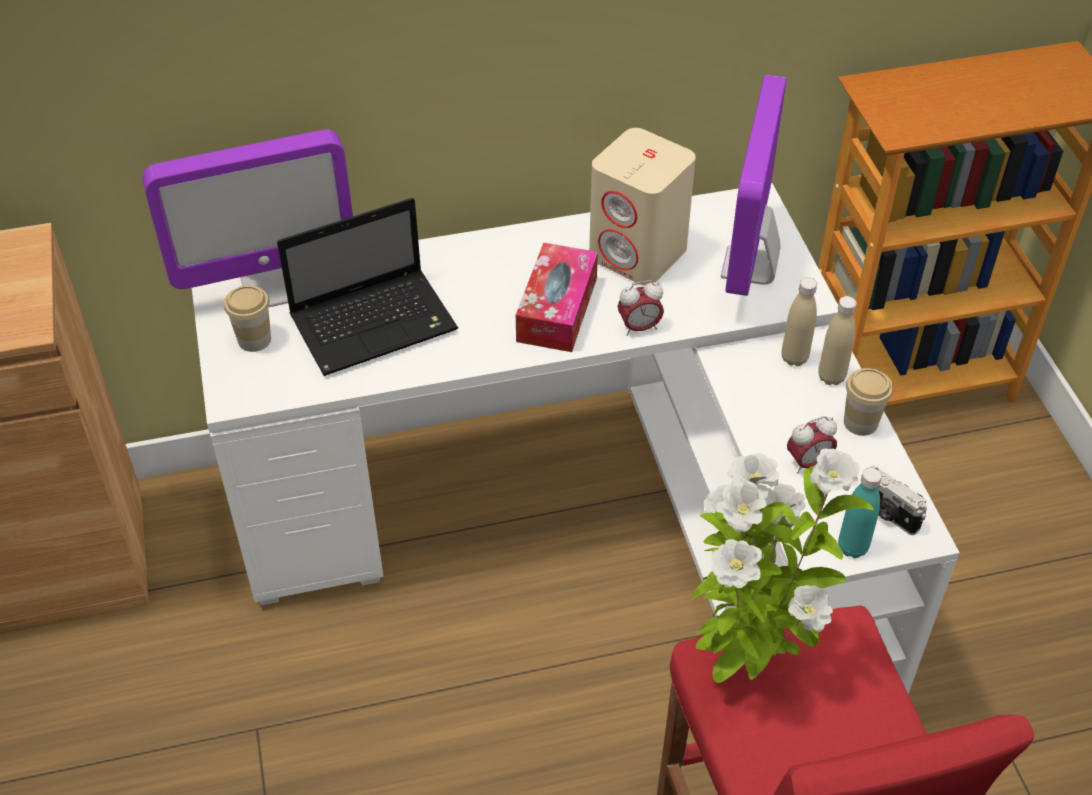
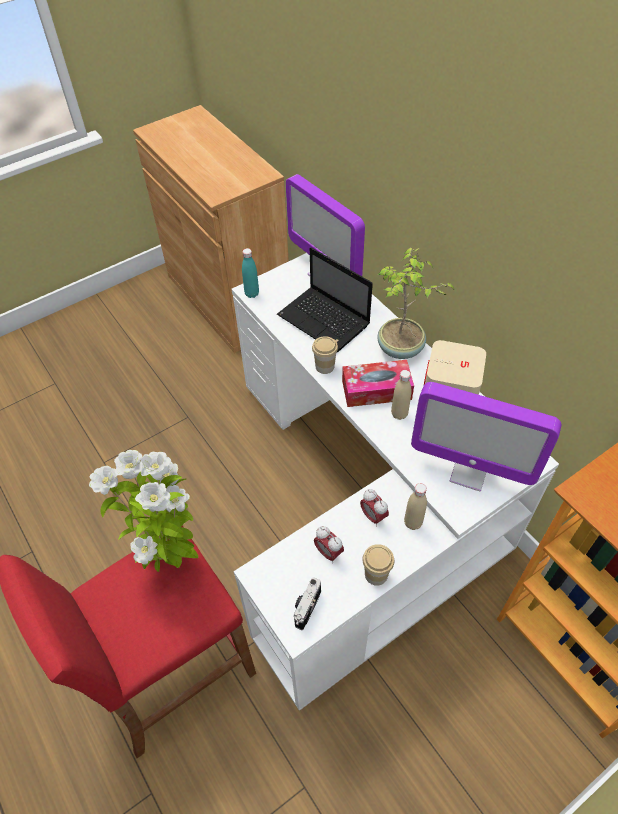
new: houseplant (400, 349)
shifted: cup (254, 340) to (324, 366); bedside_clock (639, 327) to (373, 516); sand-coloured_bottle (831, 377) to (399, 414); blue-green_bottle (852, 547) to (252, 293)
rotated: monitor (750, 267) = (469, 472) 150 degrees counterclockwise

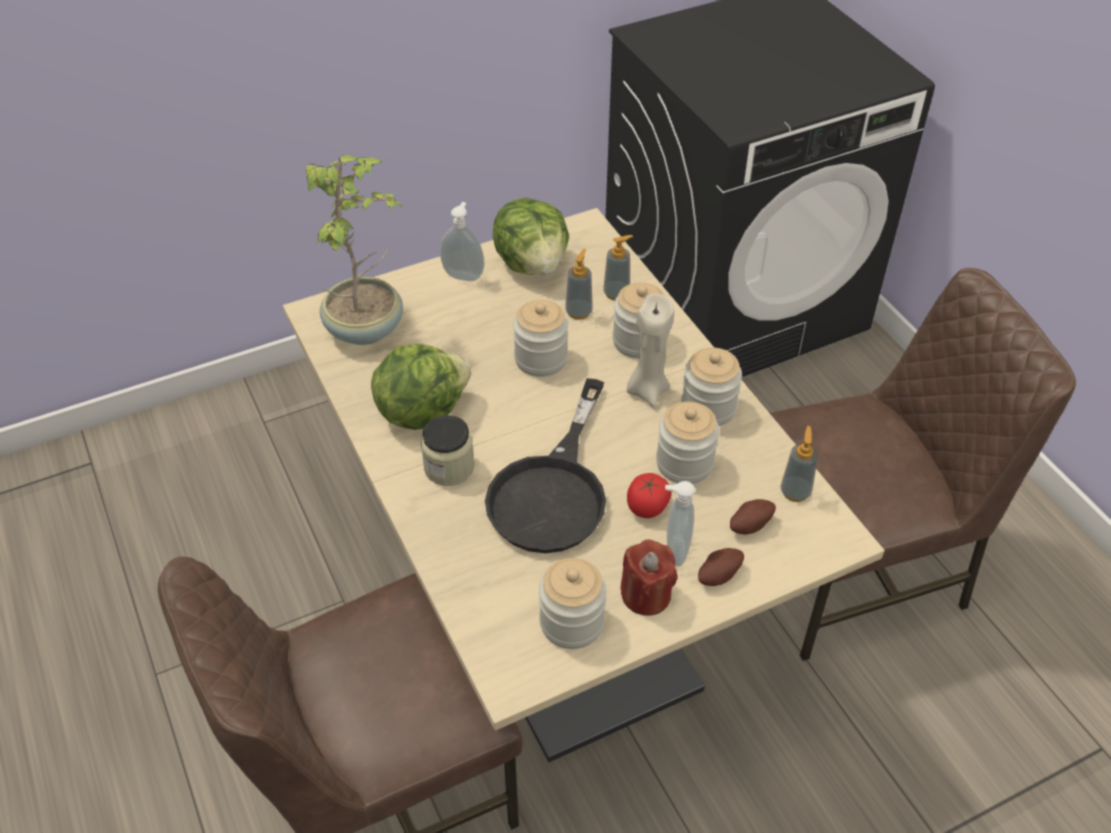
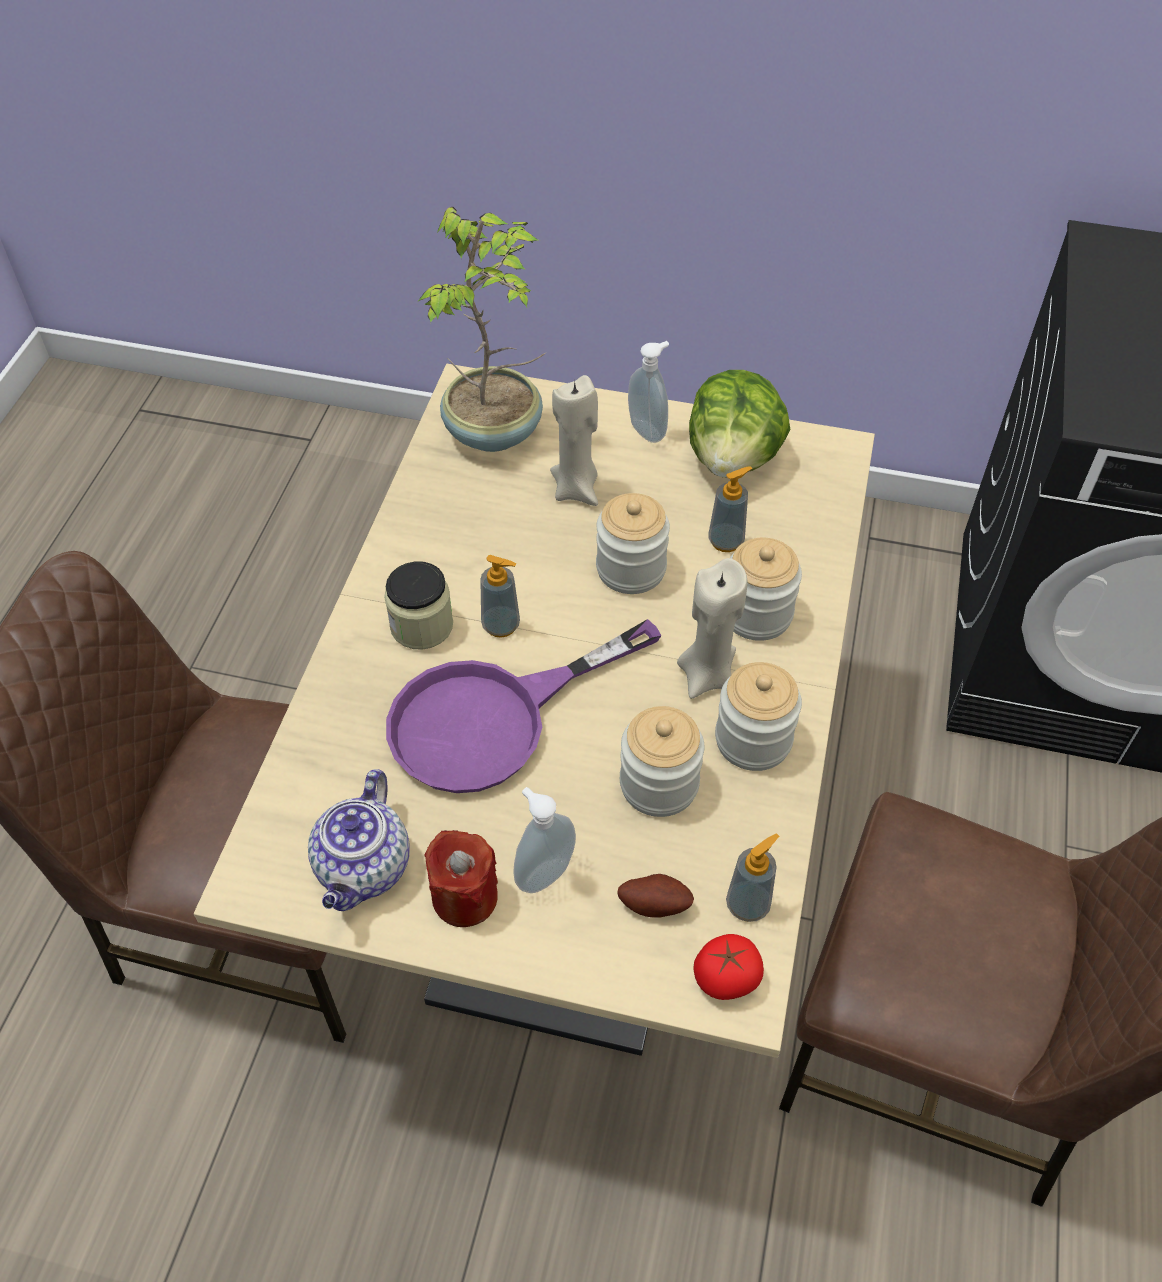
gone: head_of_lettuce (421, 410); spud (718, 575)
new: sand-coloured_wax_light (576, 489)
shifted: soap_bottle (616, 293) to (501, 625); tomato (647, 507) to (726, 979)
swapped: jar (572, 622) to tea_pot (364, 869)
repainted: blackish_pan (553, 490) to purple-coloured_pan (493, 719)

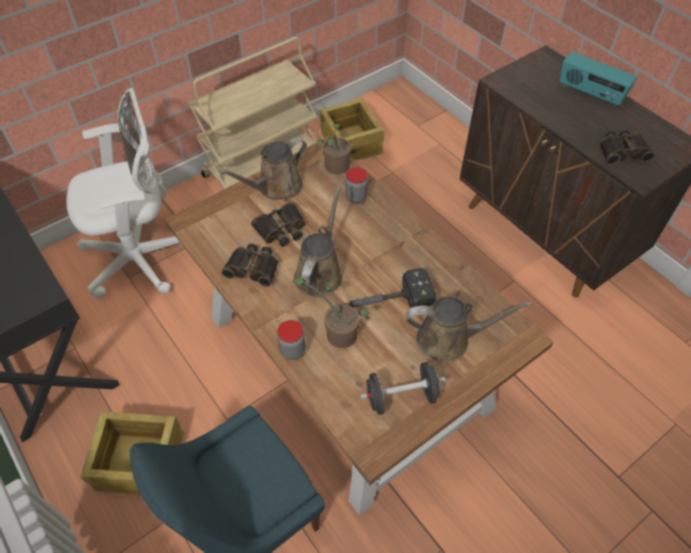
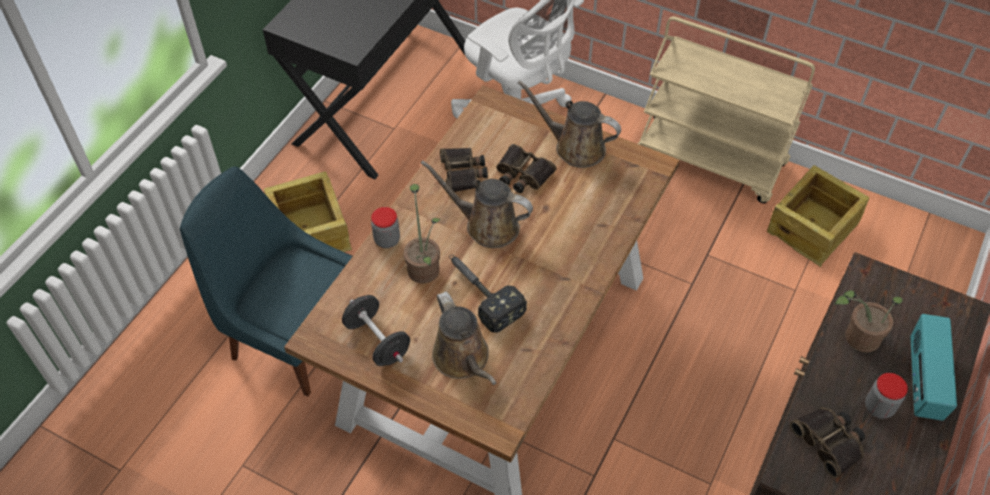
shifted: houseplant (335, 168) to (857, 337); jar (356, 197) to (879, 407)
rotated: brown-coloured_sprinkling_can (320, 272) = (487, 225) 150 degrees counterclockwise

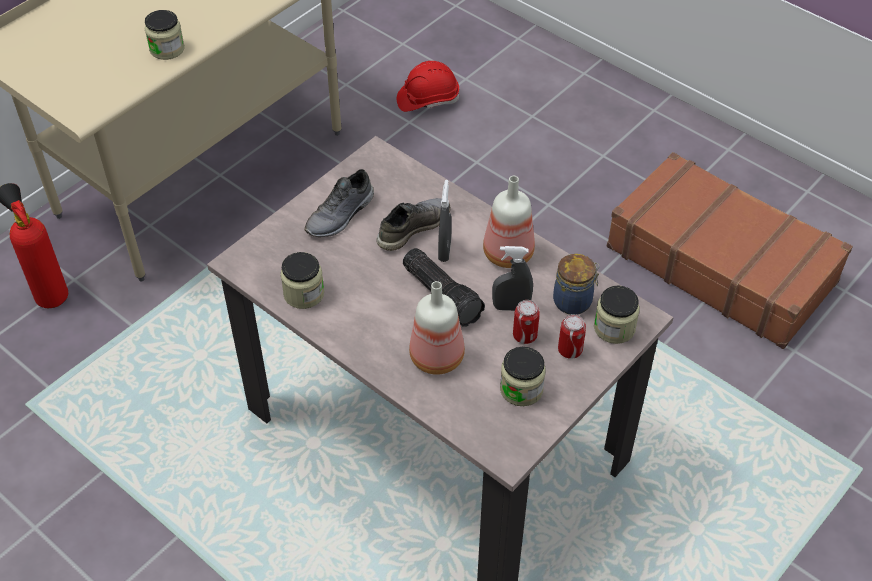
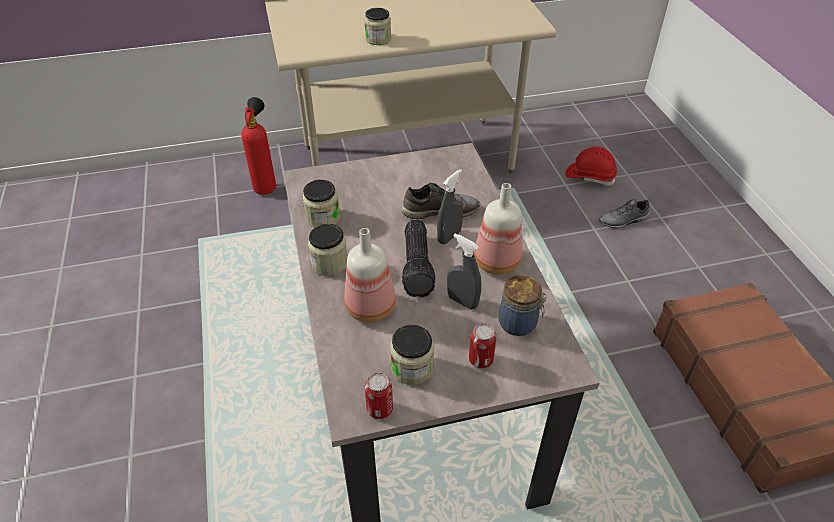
shifted: greyish_low_shoe (341, 215) to (623, 221); sealed_can (525, 335) to (379, 409); jar (614, 328) to (329, 263)

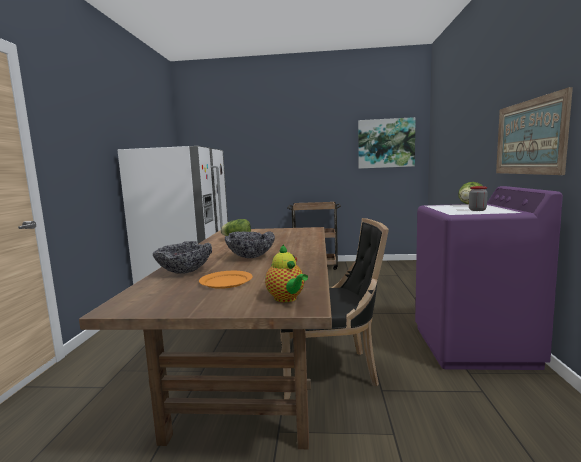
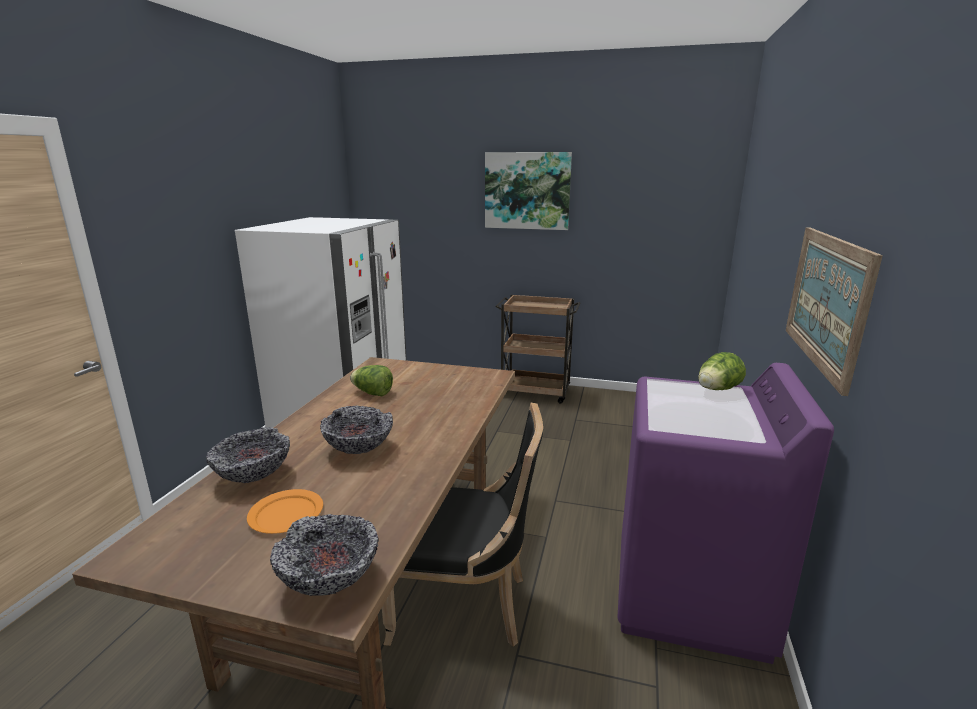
gone: jar (477, 210)
shifted: wall_picture (386, 143) to (527, 191)
swapped: tea_pot (287, 299) to serving_bowl (329, 579)

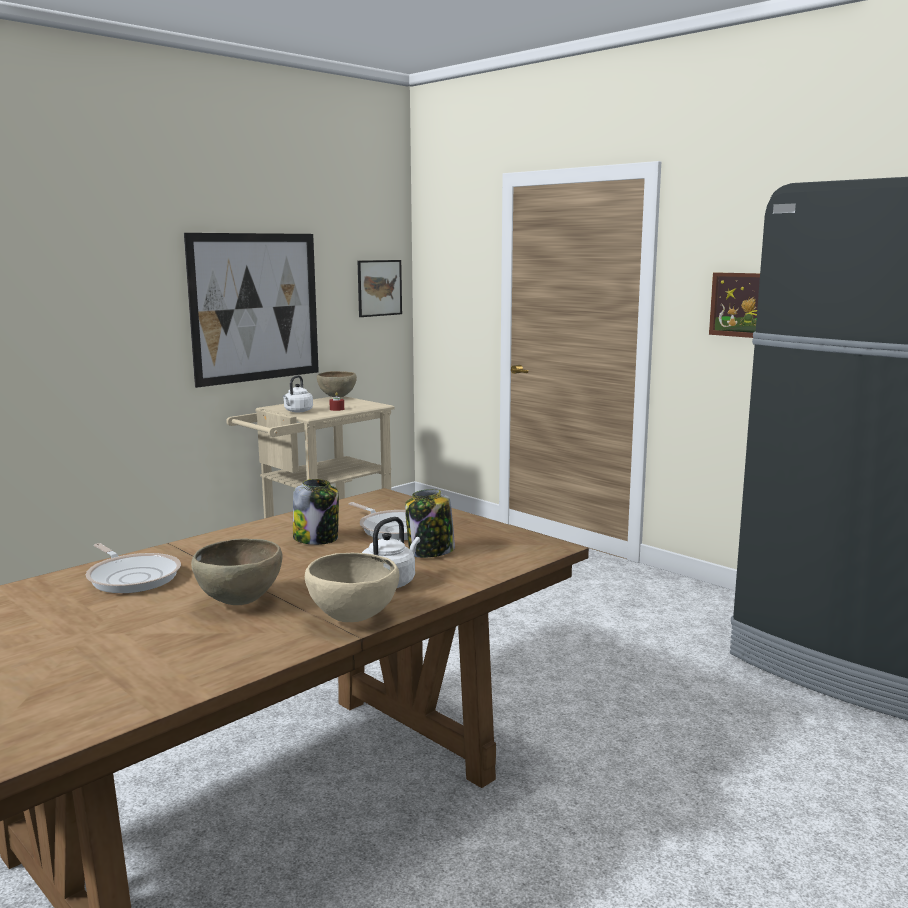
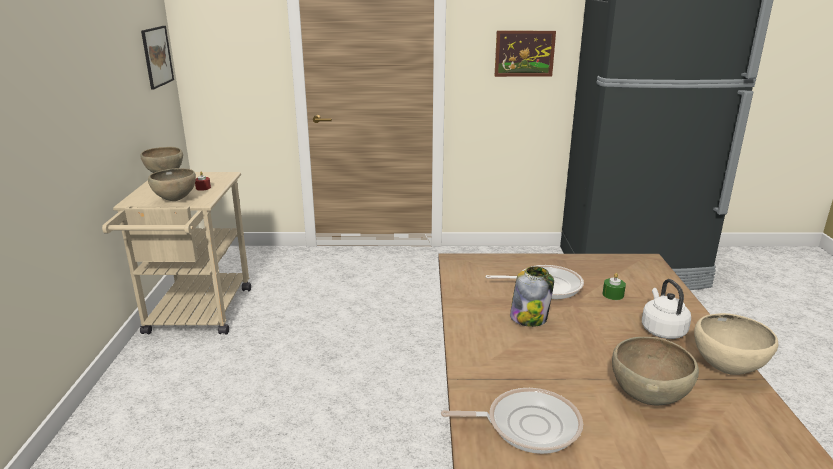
gone: wall_picture (255, 307)
swapped: white-coloured_tea_kettle (297, 411) to brown-coloured_serving_bowl (176, 200); jar (430, 552) to green-coloured_wax_light (613, 295)

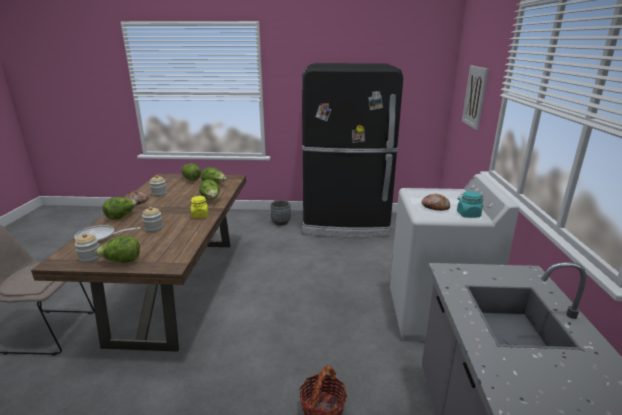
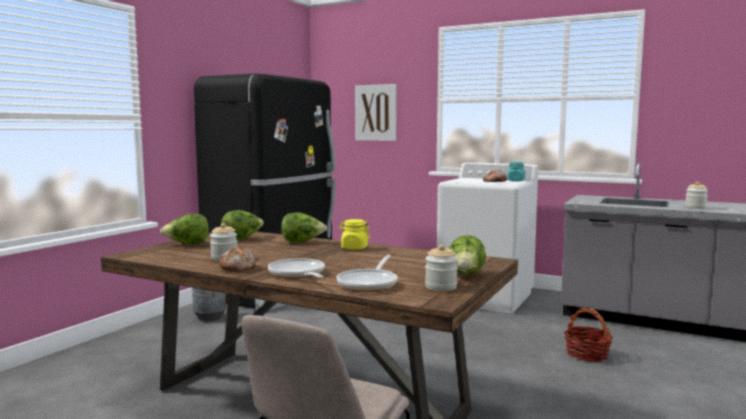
shifted: jar (154, 228) to (695, 207)
swapped: head_of_lettuce (121, 217) to pan (298, 274)

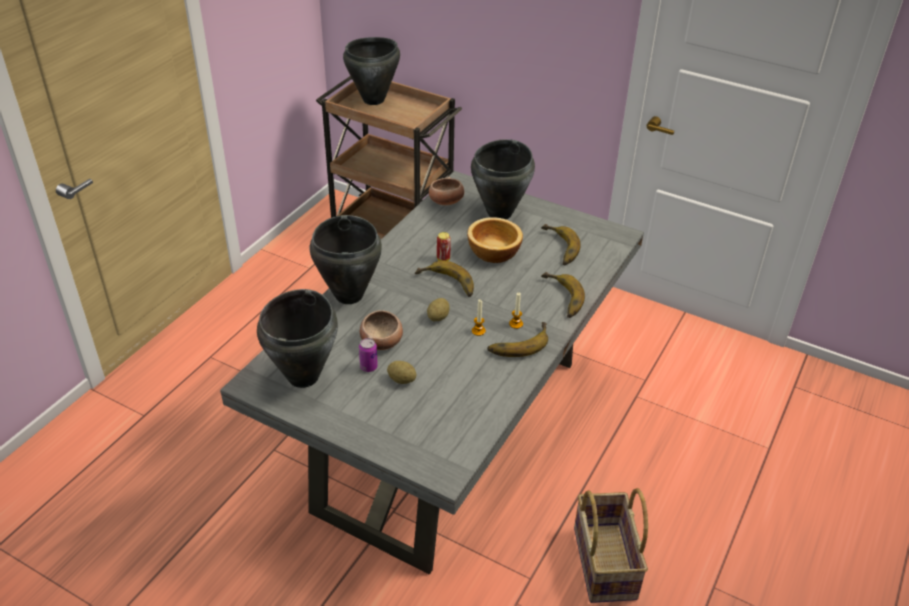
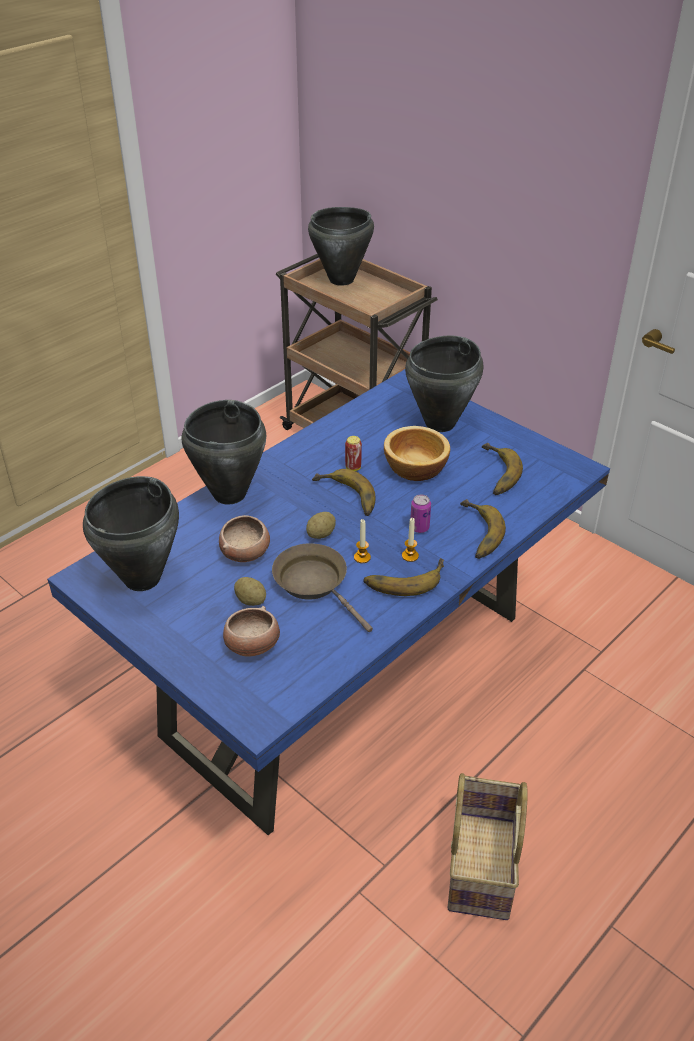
new: brown-coloured_pan (315, 584)
shifted: sealed_can (368, 367) to (419, 528); serving_bowl (446, 202) to (252, 646)
repainted: greyish_dinner_table (451, 432) to blue_dinner_table (347, 673)

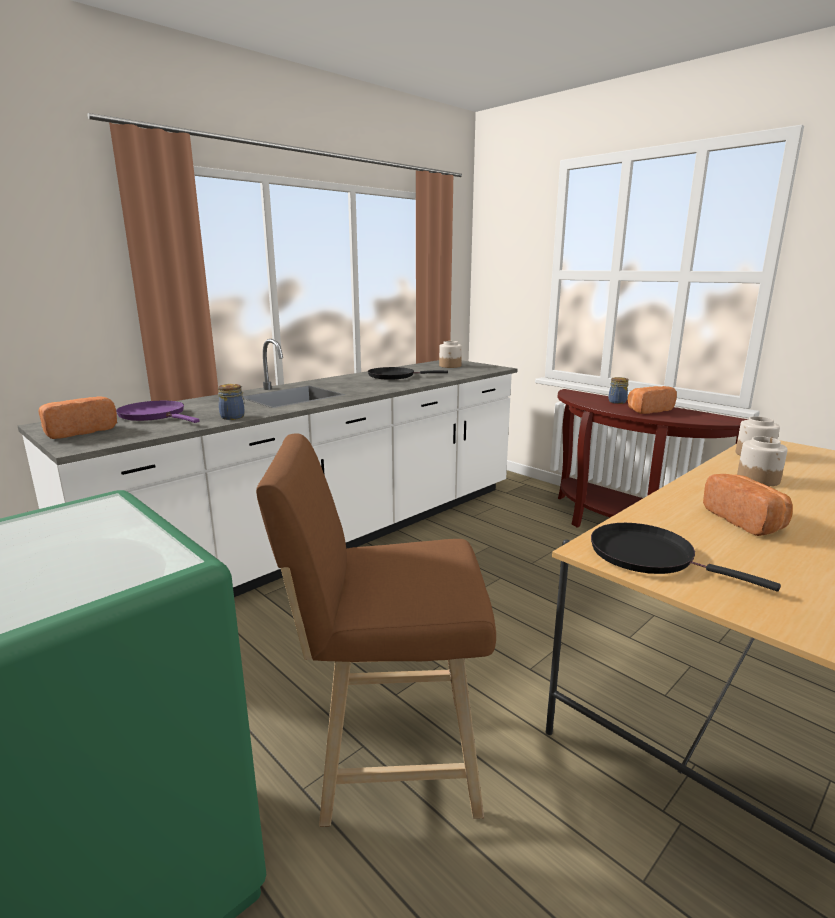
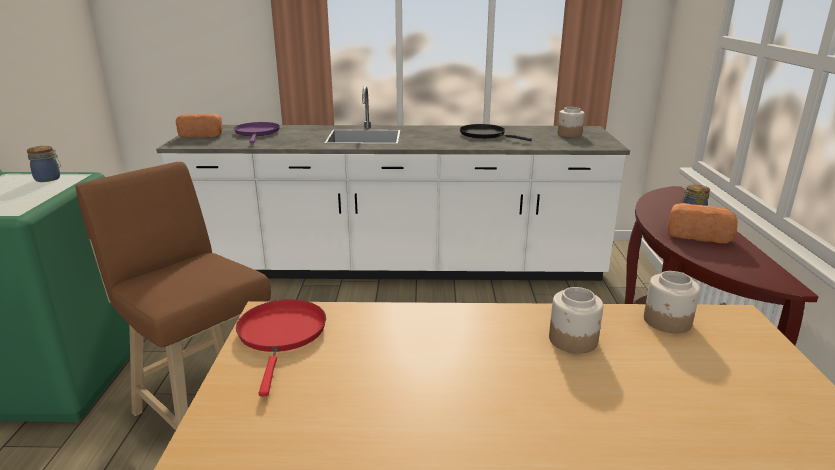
gone: bread (747, 521)
shifted: jar (233, 417) to (49, 179)
repainted: blackish_pan (648, 556) to red_pan (282, 334)

